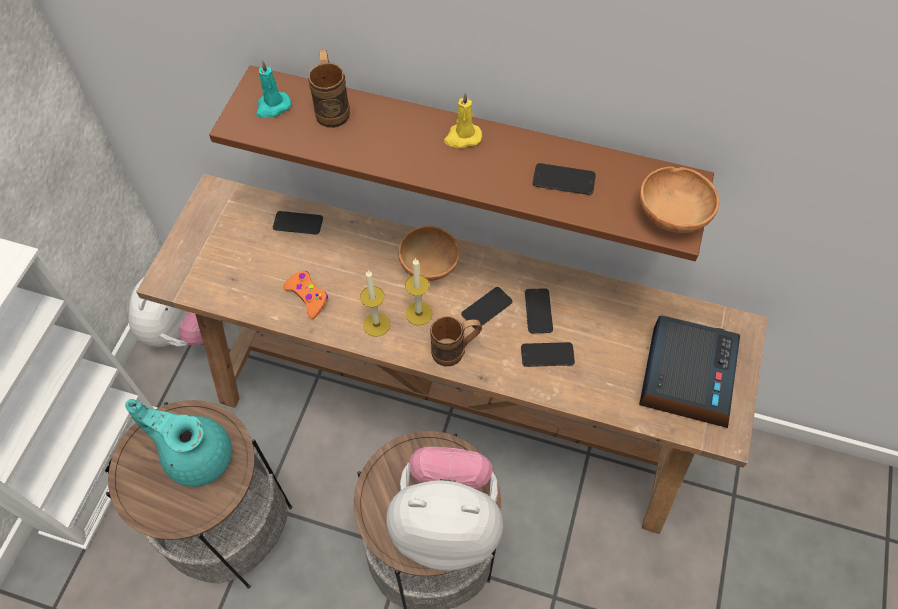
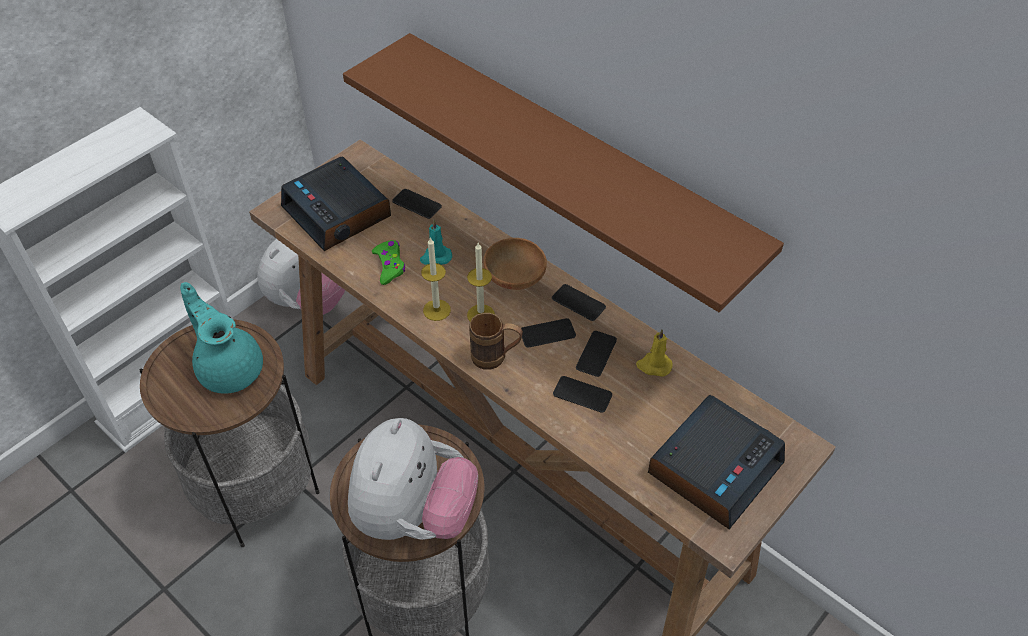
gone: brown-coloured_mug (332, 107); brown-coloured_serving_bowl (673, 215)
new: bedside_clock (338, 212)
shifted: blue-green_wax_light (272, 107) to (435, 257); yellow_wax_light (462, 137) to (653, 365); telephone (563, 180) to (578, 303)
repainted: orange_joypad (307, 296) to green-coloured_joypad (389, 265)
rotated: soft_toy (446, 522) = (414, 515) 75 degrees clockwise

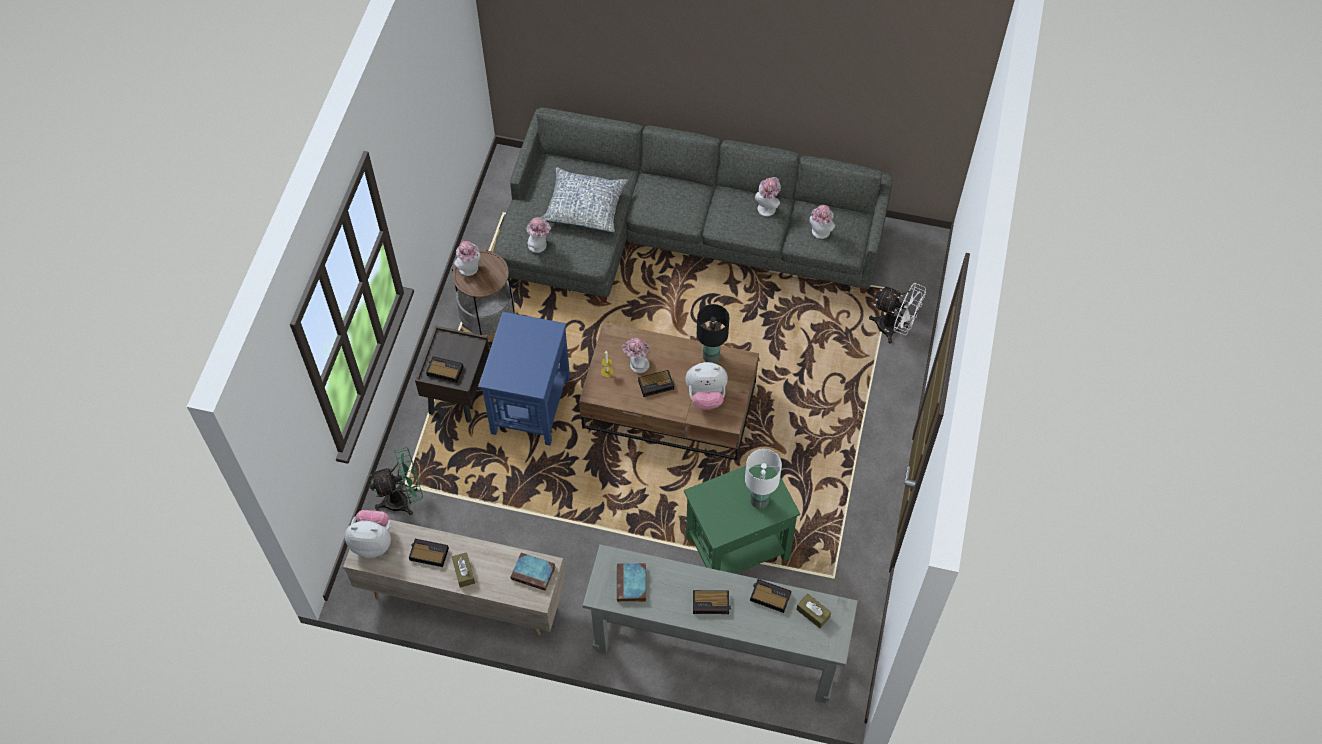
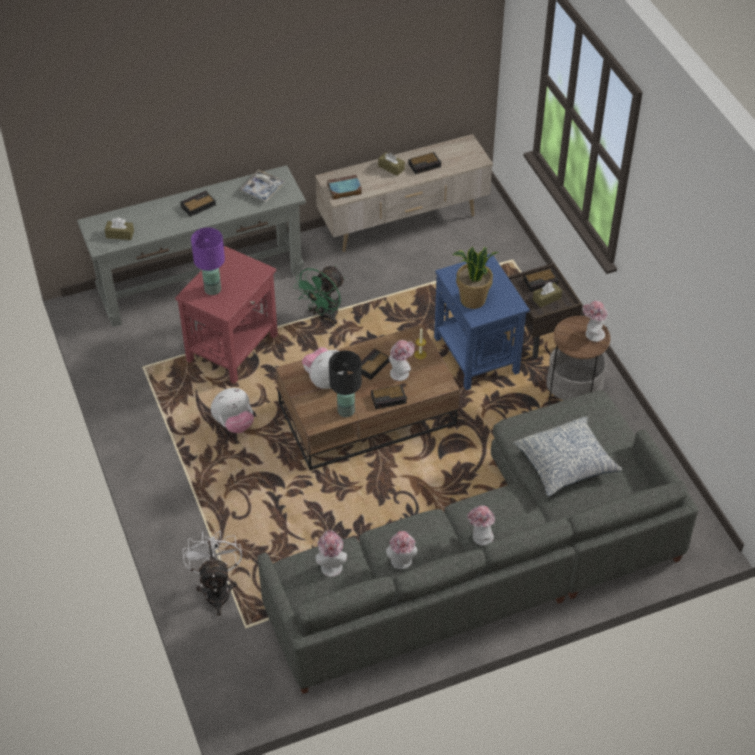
new: houseplant (472, 300); brown-coloured_box_of_tissues (546, 298)
shifted: soft_toy (373, 542) to (234, 423); green-coloured_fan (403, 499) to (324, 315); clothing_hat (539, 245) to (480, 537); bedside_clock (769, 597) to (389, 398)
swapped: book (631, 585) to tray (262, 189)
repainted: green-coloured_accent_table (737, 547) to red_accent_table (233, 348); white-coloured_table_lamp (759, 501) to purple-coloured_table_lamp (212, 289)
rotated: white-coloured_fan (894, 328) = (217, 590) 90 degrees clockwise

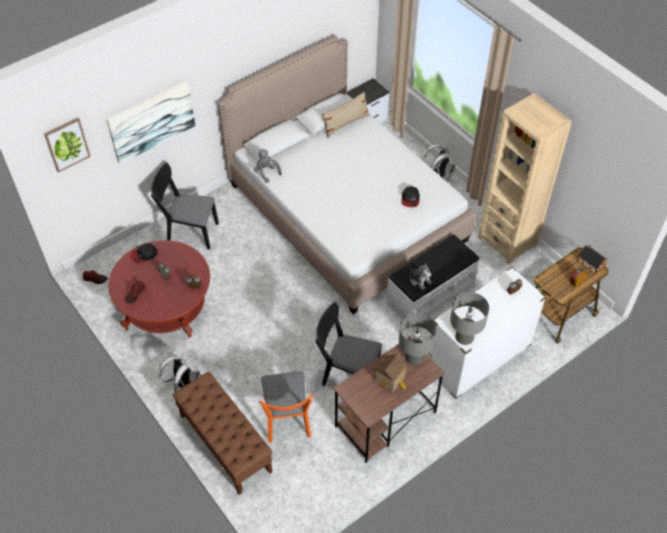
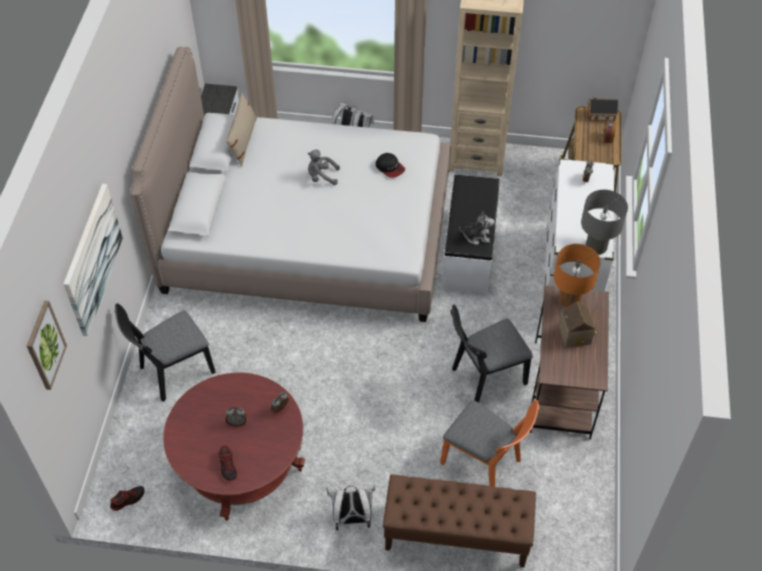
gone: cap (144, 255)
shifted: greyish_soft_toy (266, 172) to (321, 176)
repainted: greyish_table_lamp (414, 357) to orange_table_lamp (569, 299)

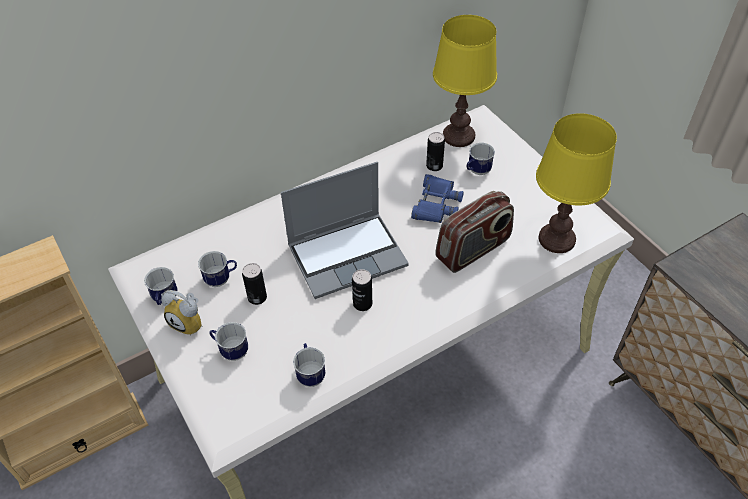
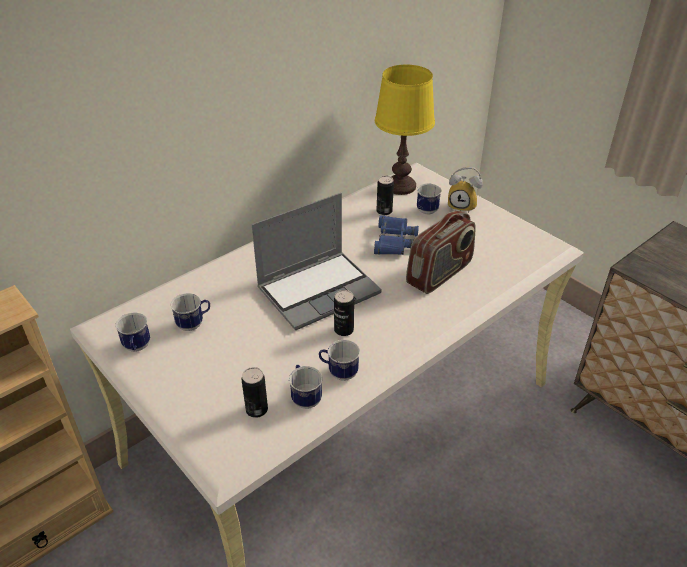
gone: yellow_table_lamp (556, 239)
shifted: bedside_clock (190, 322) to (463, 206); mug (231, 350) to (339, 373); sealed_can (257, 297) to (256, 409)

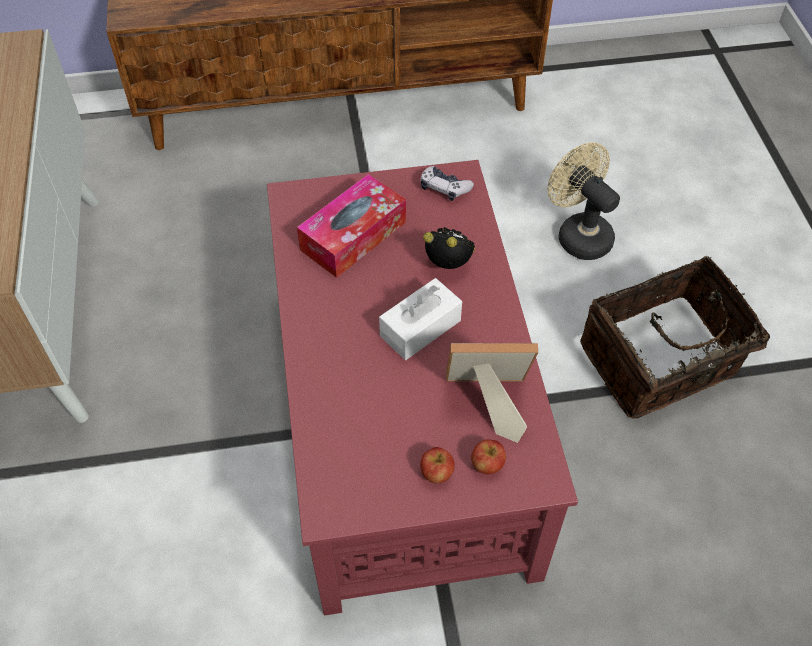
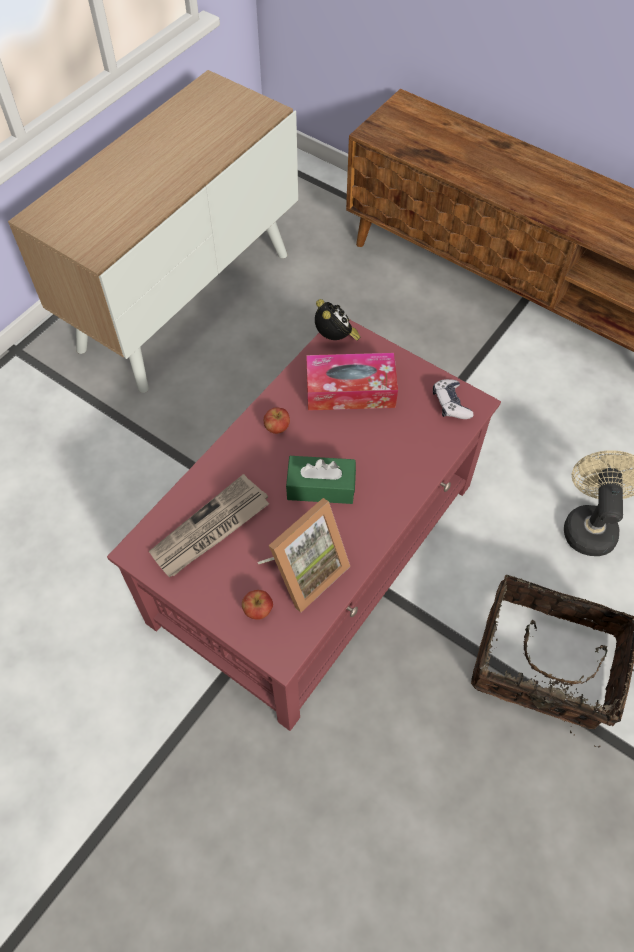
new: printed_paper (210, 529)
shifted: apple (436, 473) to (277, 427); bedside_clock (450, 265) to (335, 338)
repainted: white-coloured_box_of_tissues (420, 328) to green-coloured_box_of_tissues (321, 487)
rotated: picture_frame (486, 402) = (304, 571) 90 degrees clockwise

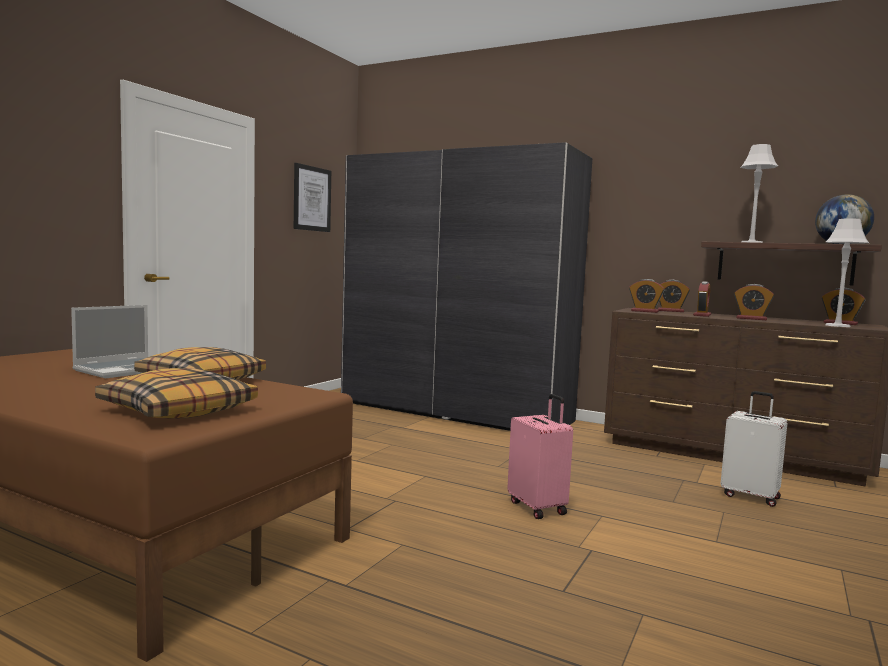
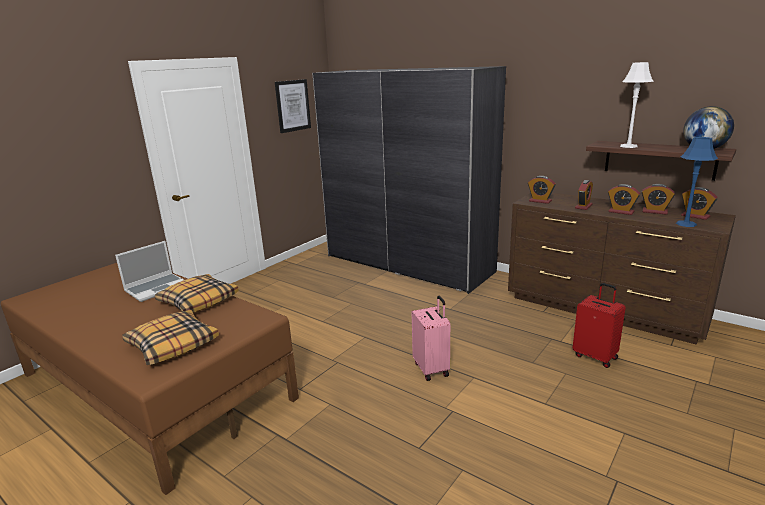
shifted: bedside_clock (670, 311) to (654, 211)
repainted: white-coloured_piece_of_luggage (750, 496) to red_piece_of_luggage (595, 356); white-coloured_table_lamp (837, 325) to blue_table_lamp (686, 224)

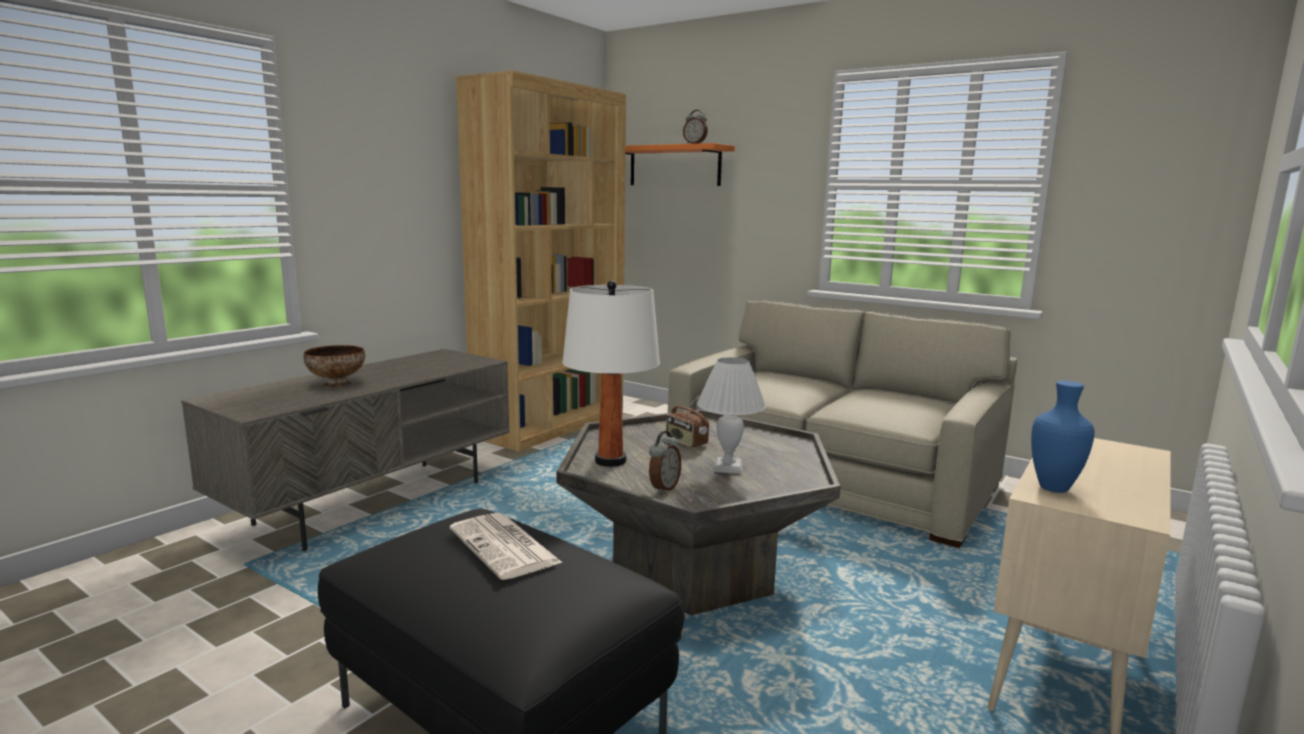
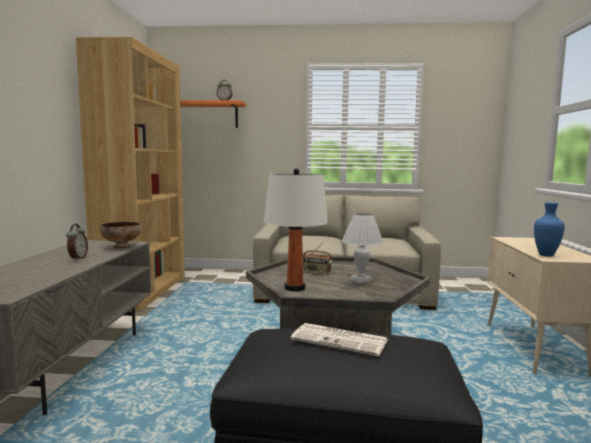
shifted: serving_bowl (336, 384) to (121, 247); bedside_clock (663, 488) to (77, 258)

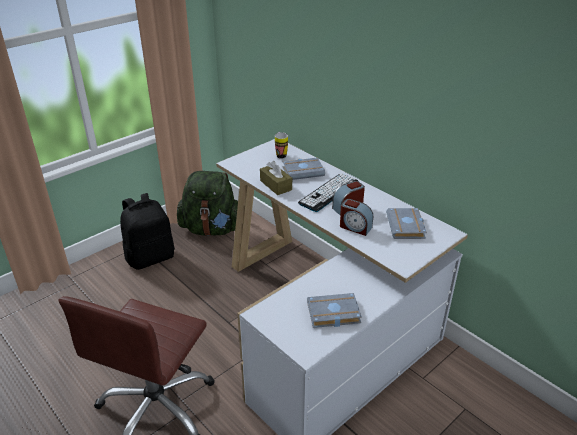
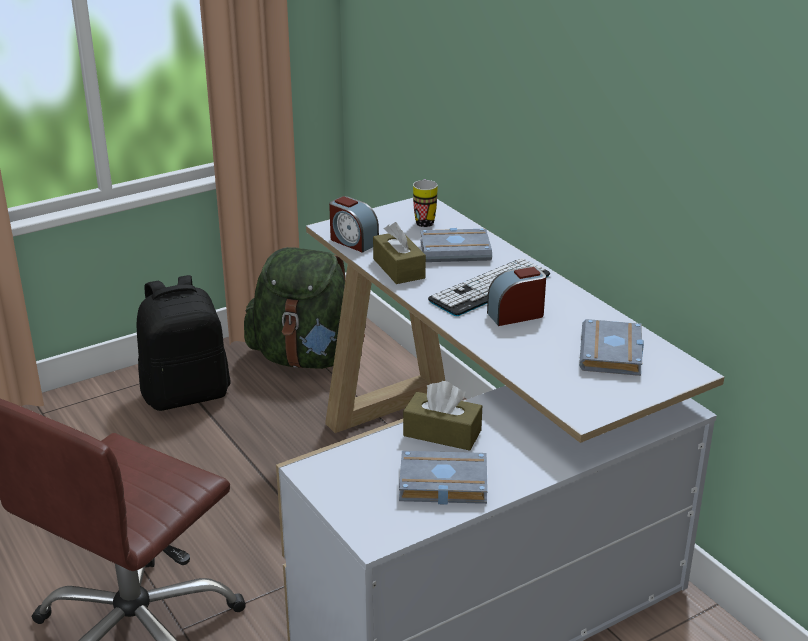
new: brown-coloured_box_of_tissues (442, 433)
shifted: bedside_clock (355, 227) to (353, 241)

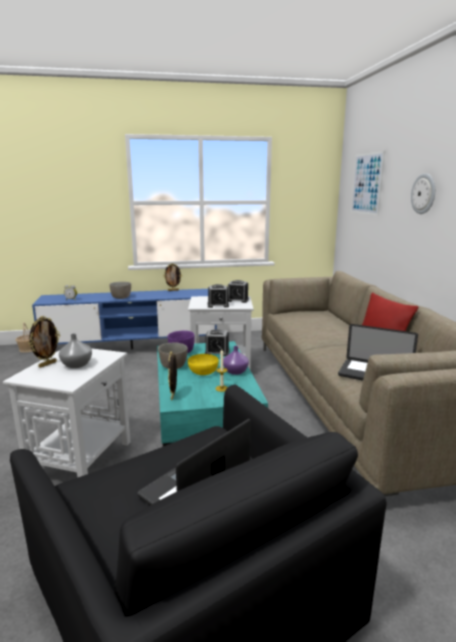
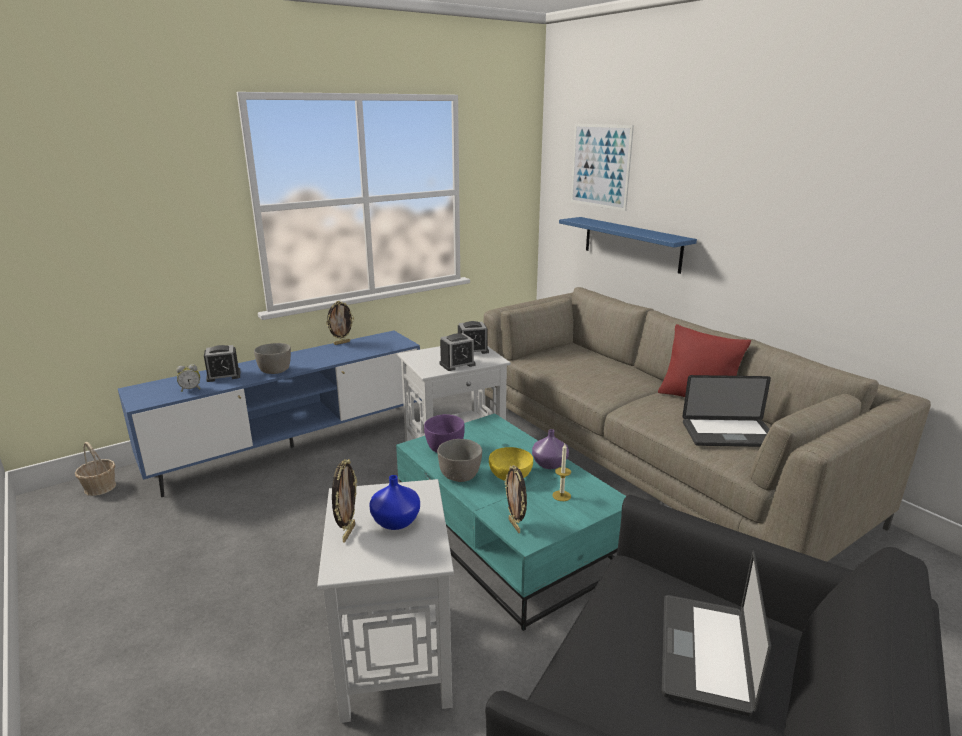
gone: hanging_clock (424, 194)
new: blue_bracket_shelf (631, 244)
shifted: bedside_clock (217, 352) to (223, 376)
repainted: greyish_flower_vase (76, 364) to blue_flower_vase (395, 521)

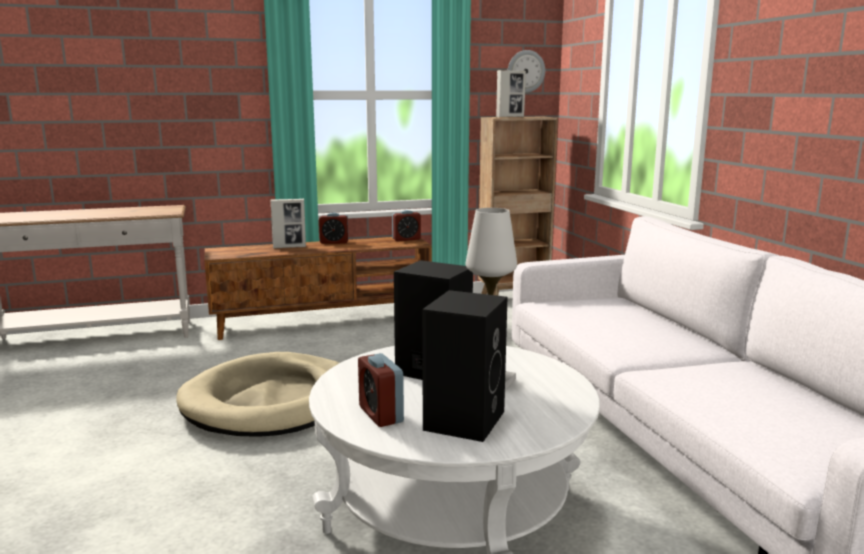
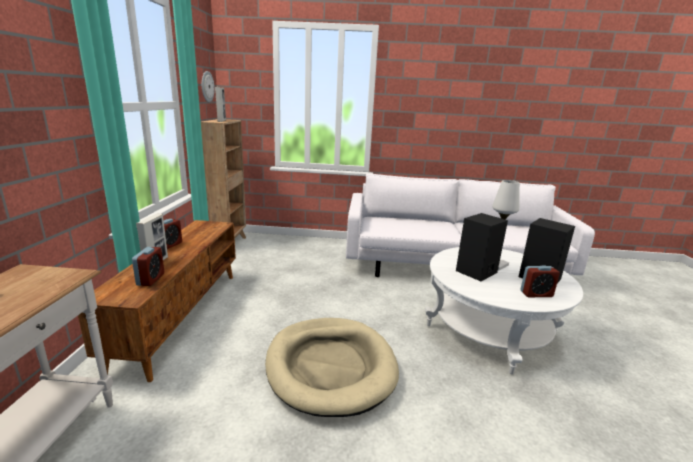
shifted: bedside_clock (406, 239) to (150, 279)

